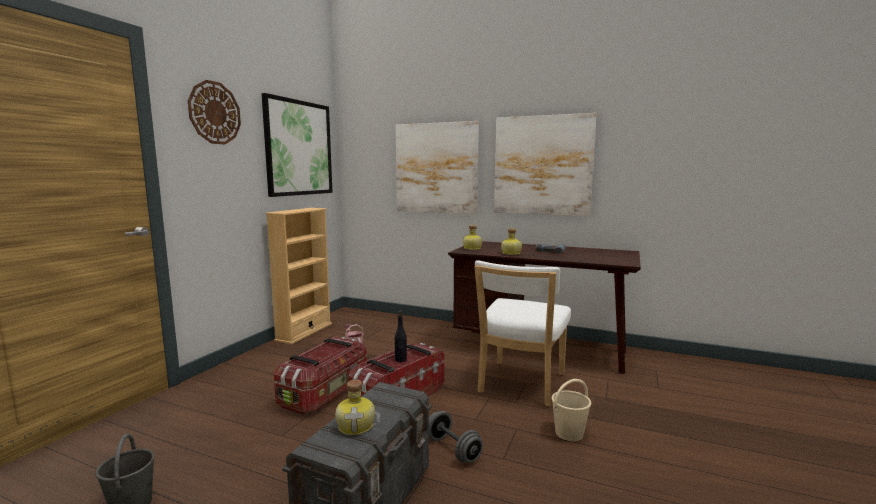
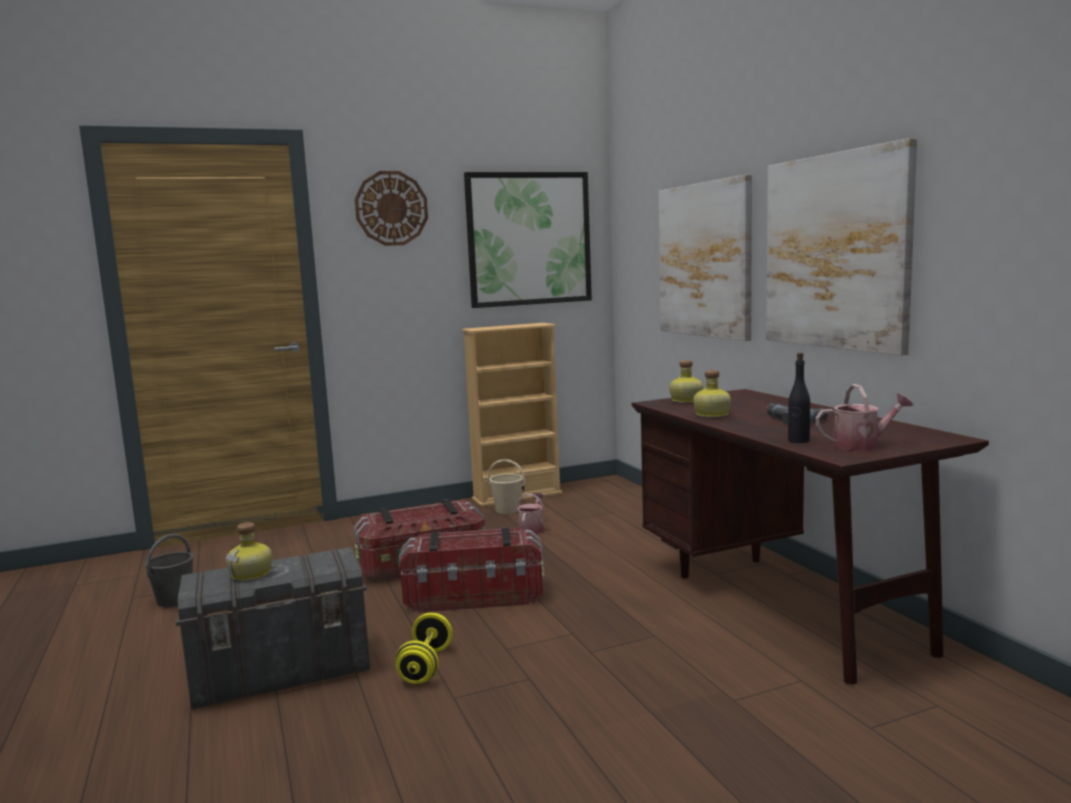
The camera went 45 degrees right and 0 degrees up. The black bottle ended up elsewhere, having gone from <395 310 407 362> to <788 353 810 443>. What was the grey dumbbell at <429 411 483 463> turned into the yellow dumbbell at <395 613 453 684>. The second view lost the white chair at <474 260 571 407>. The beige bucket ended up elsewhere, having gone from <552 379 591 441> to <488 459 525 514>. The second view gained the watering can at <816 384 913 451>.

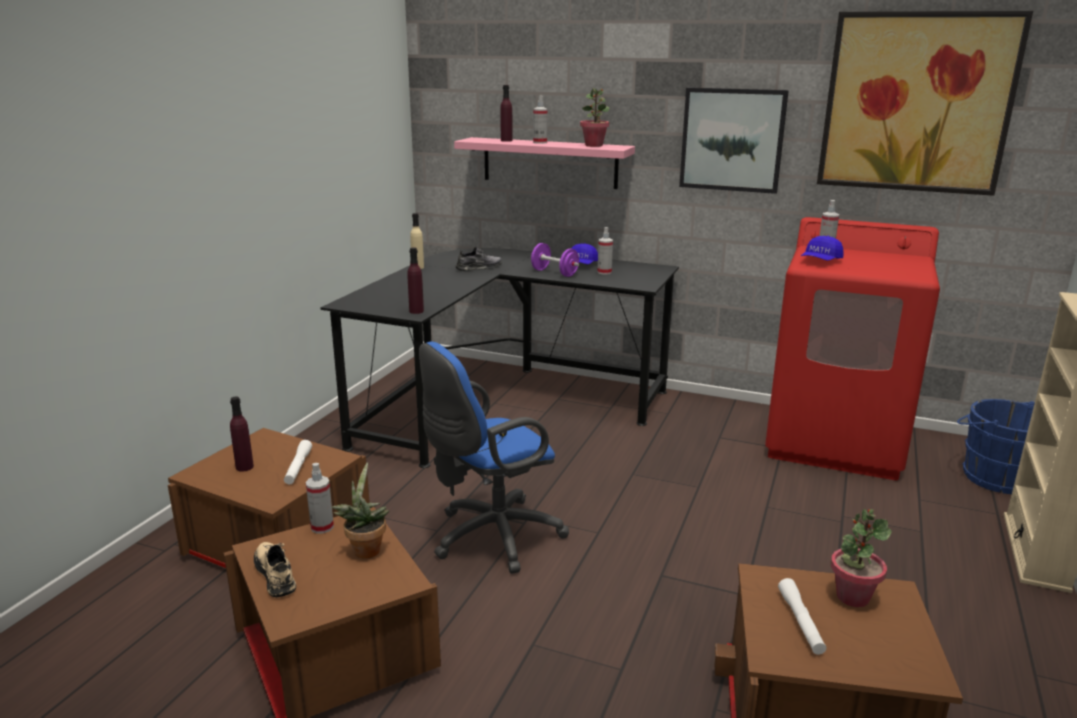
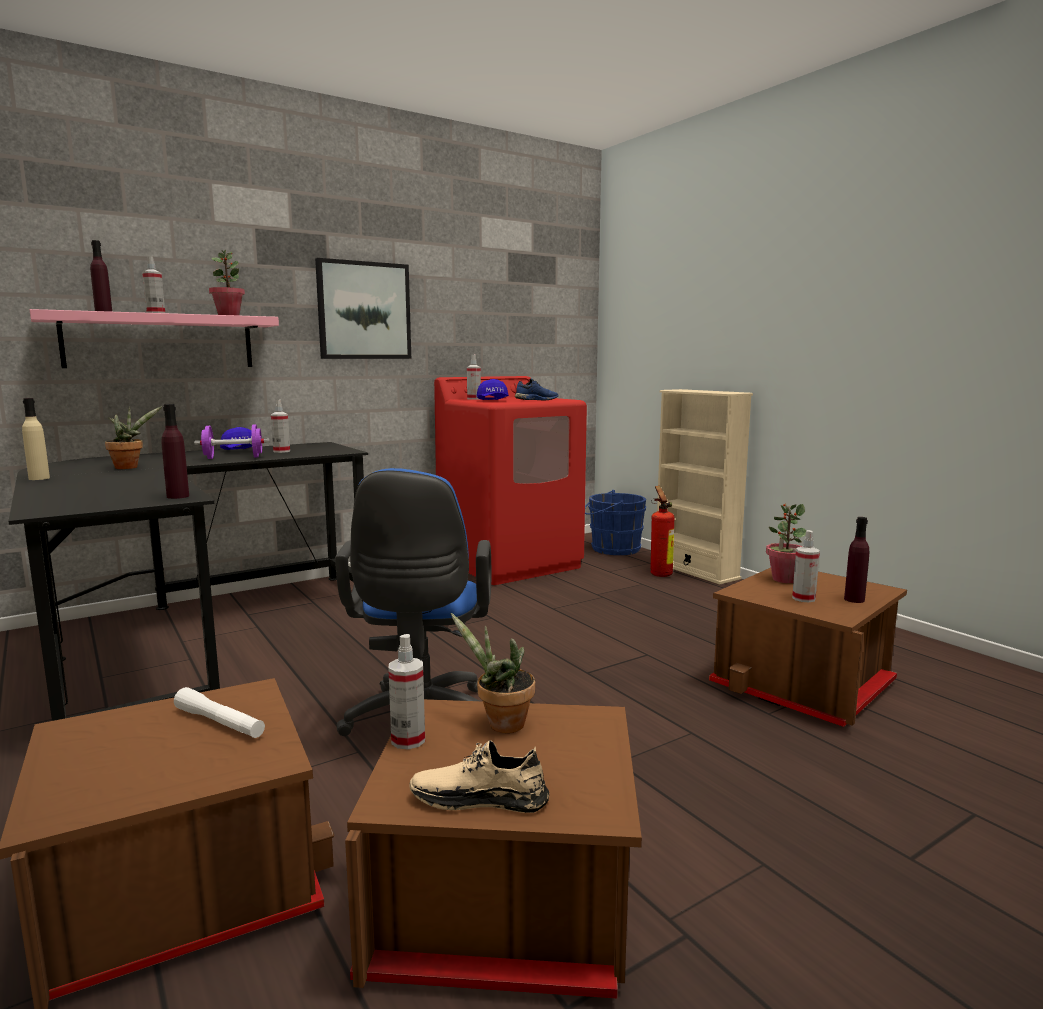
The camera went 55 degrees left and 10 degrees down. The purple bottle ended up elsewhere, having gone from <230 396 254 472> to <844 517 869 603>. Where the grey shoe stood at <456 247 502 271>, the potted plant came to stand at <105 406 162 469>. Where the white flashlight stood at <778 578 826 655>, the spray bottle came to stand at <792 530 820 602>. The second view lost the picture at <817 11 1033 196>. The second view gained the blue shoe at <515 379 559 400>. The second view gained the fire extinguisher at <651 486 674 577>.

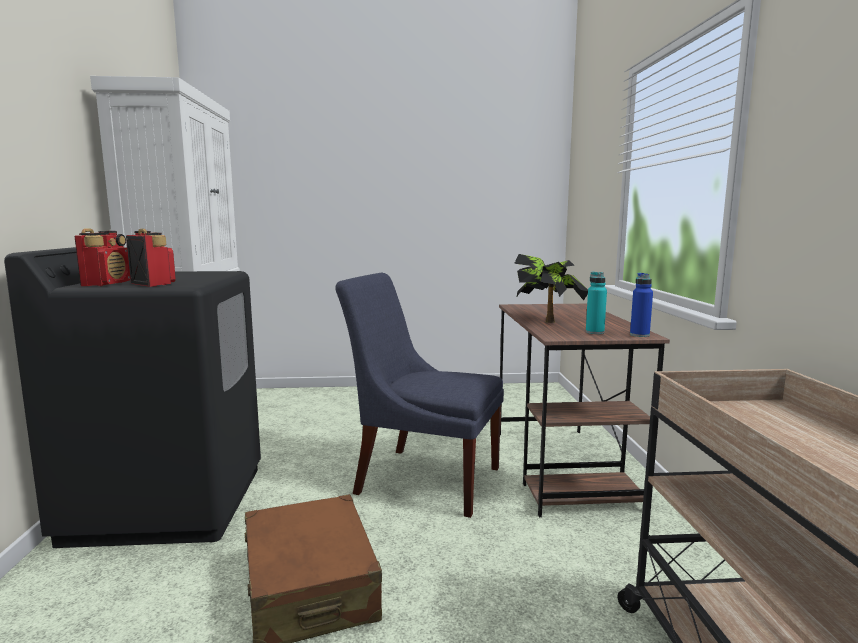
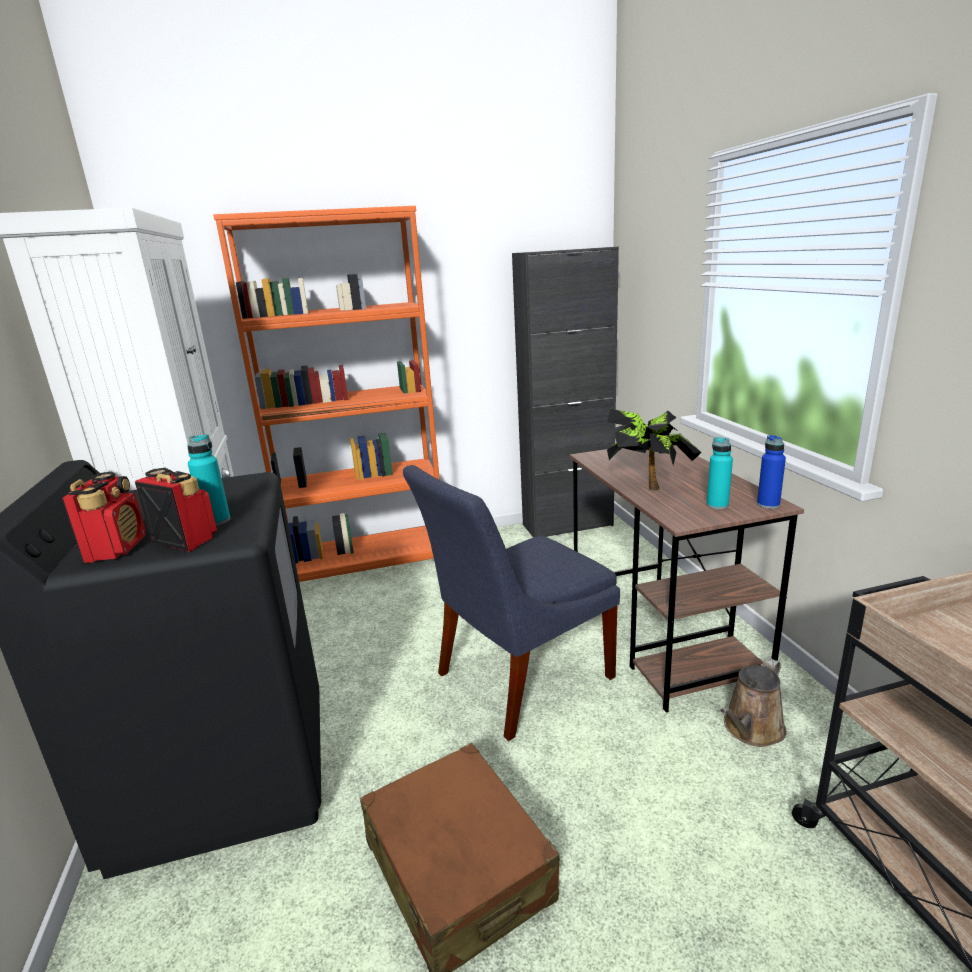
The camera went 10 degrees left and 10 degrees up. The blue chair at <335 273 504 518> ended up facing another way, 45 degrees counterclockwise from before. The second view gained the turquoise bottle at <187 434 230 526>. The second view gained the orange bookcase at <213 206 440 582>. The second view gained the black cabinet at <512 247 619 538>. The second view gained the brown watering can at <720 658 787 747>.

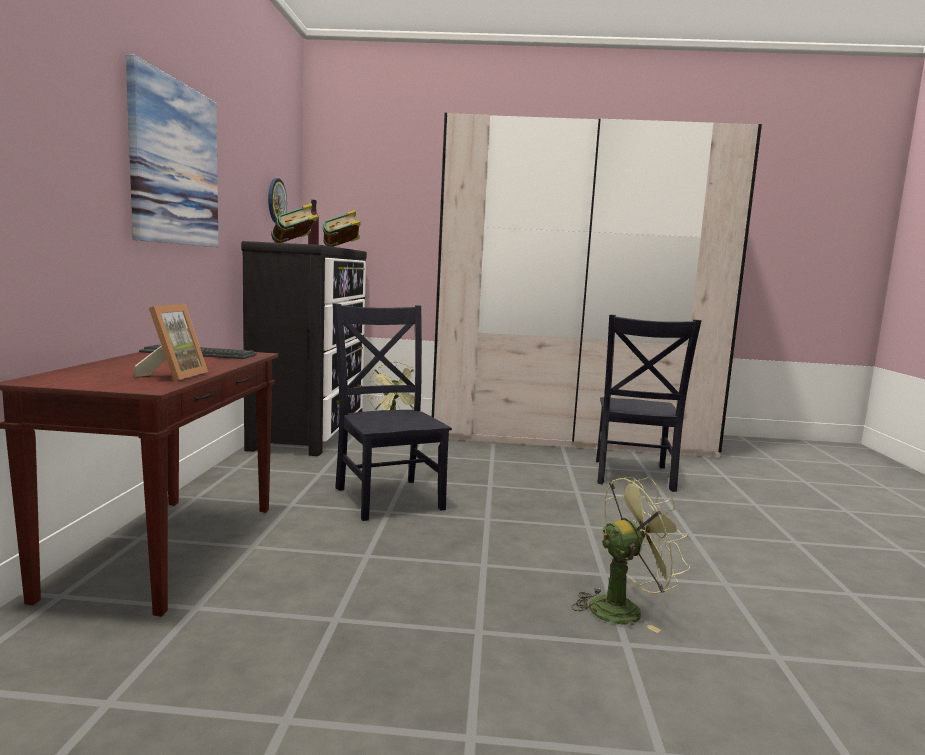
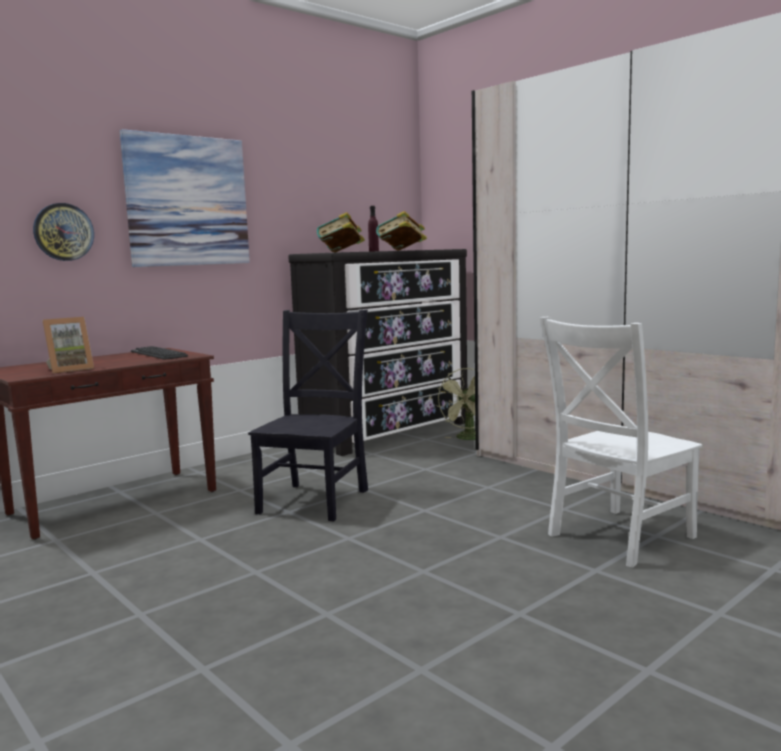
The camera went 45 degrees right and 0 degrees up. The wall clock ended up elsewhere, having gone from <268 178 287 223> to <33 203 94 261>. The second view lost the green fan at <572 477 690 633>. What was the black chair at <596 315 702 492> turned into the white chair at <539 317 703 568>.

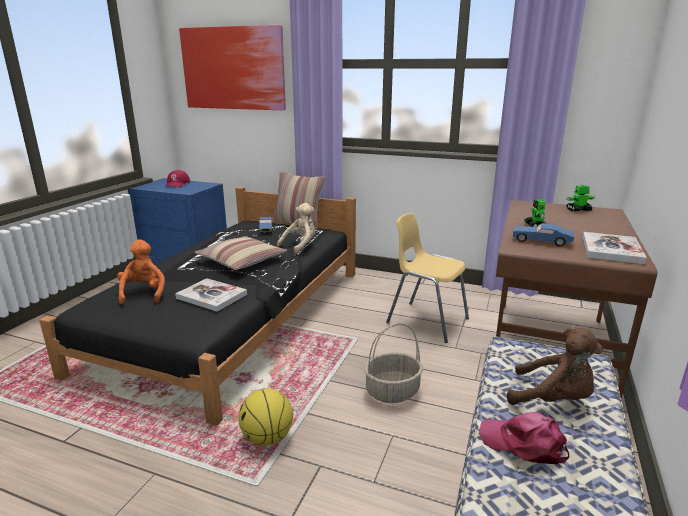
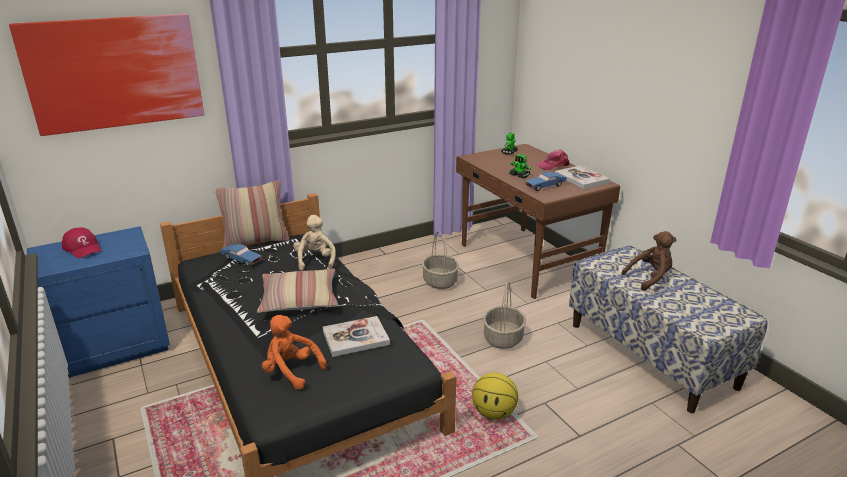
The camera went 50 degrees left and 5 degrees up. Where the yellow chair stood at <386 213 469 343>, the basket came to stand at <422 231 459 289>. The pink cap ended up elsewhere, having gone from <479 412 569 464> to <536 150 569 170>.

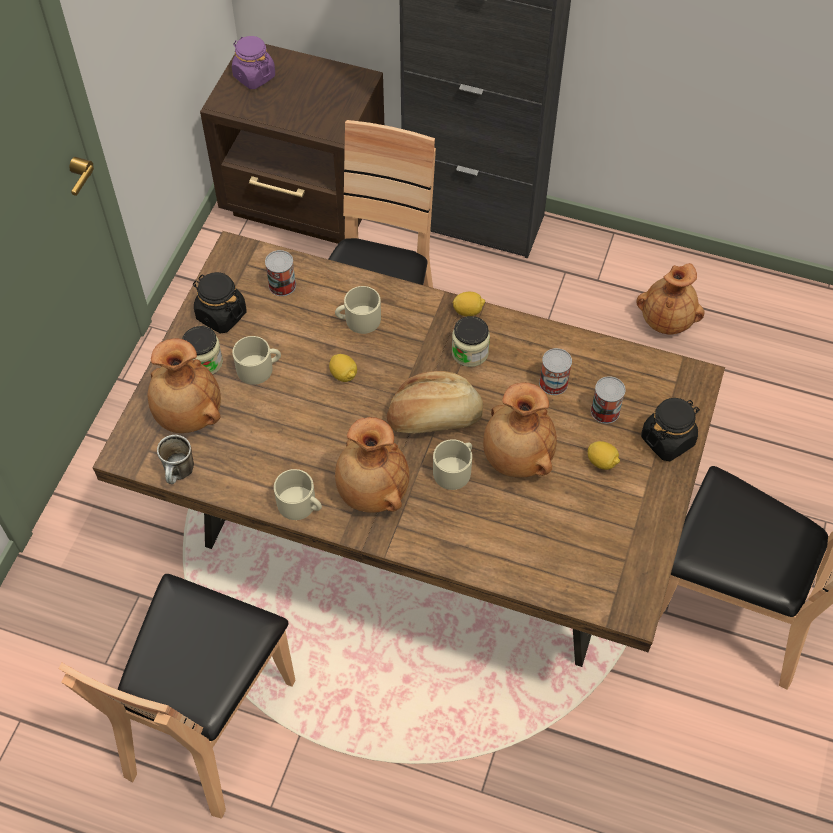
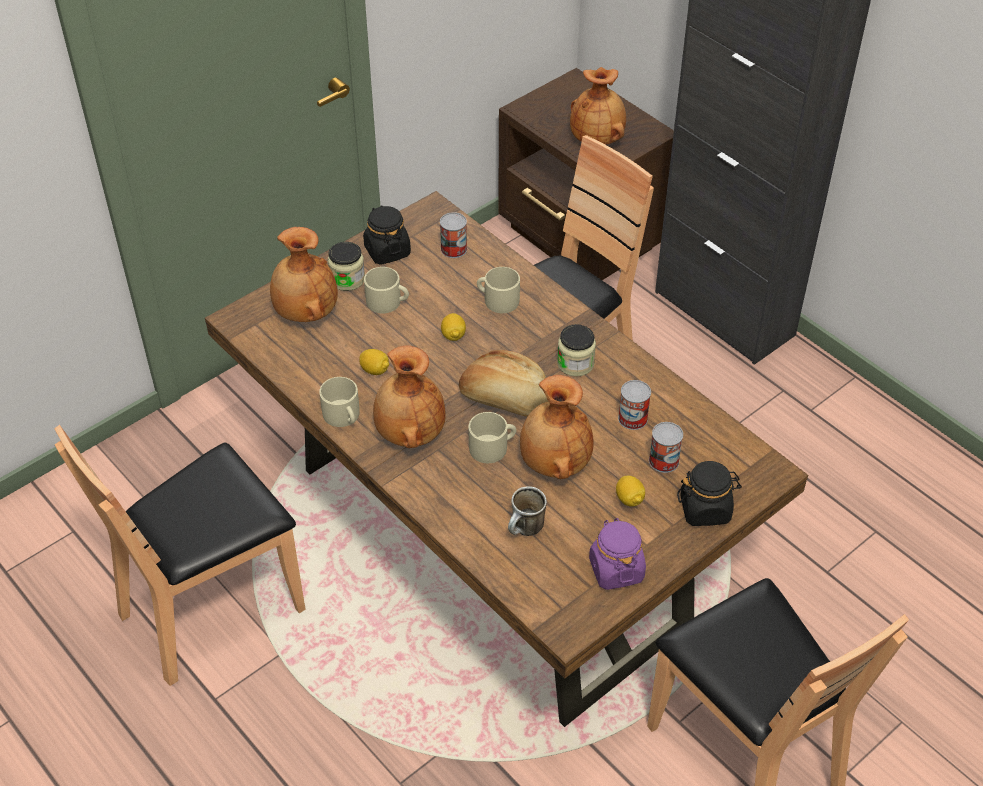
The camera went 30 degrees right and 10 degrees down. The mug ended up elsewhere, having gone from <157 435 194 484> to <508 486 547 536>. The purple jar ended up elsewhere, having gone from <232 36 275 89> to <589 518 646 590>. The lemon ended up elsewhere, having gone from <453 292 485 316> to <359 349 389 375>. The brown vase ended up elsewhere, having gone from <636 263 705 335> to <570 67 626 145>.

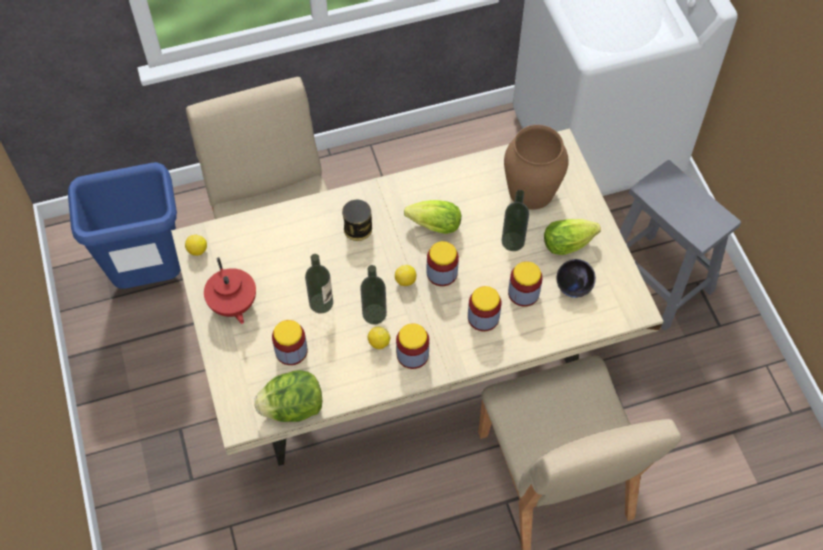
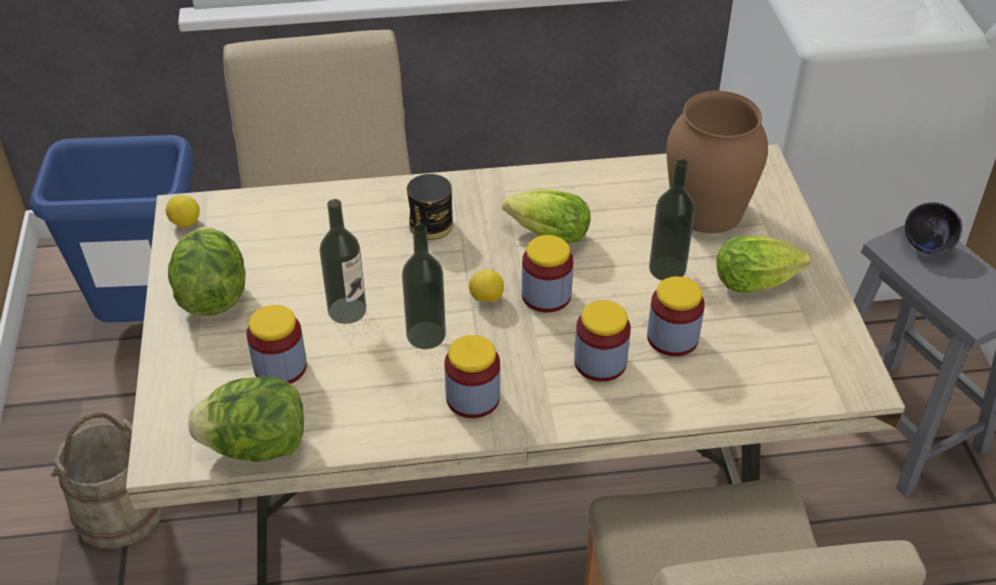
The camera went 10 degrees right and 15 degrees down. Where the red teapot stood at <204 257 256 324>, the lettuce came to stand at <168 227 246 316>. The second view lost the lemon at <368 327 390 349>. The black bowl ended up elsewhere, having gone from <556 259 596 298> to <905 202 963 254>. The second view gained the beige bucket at <50 412 164 549>.

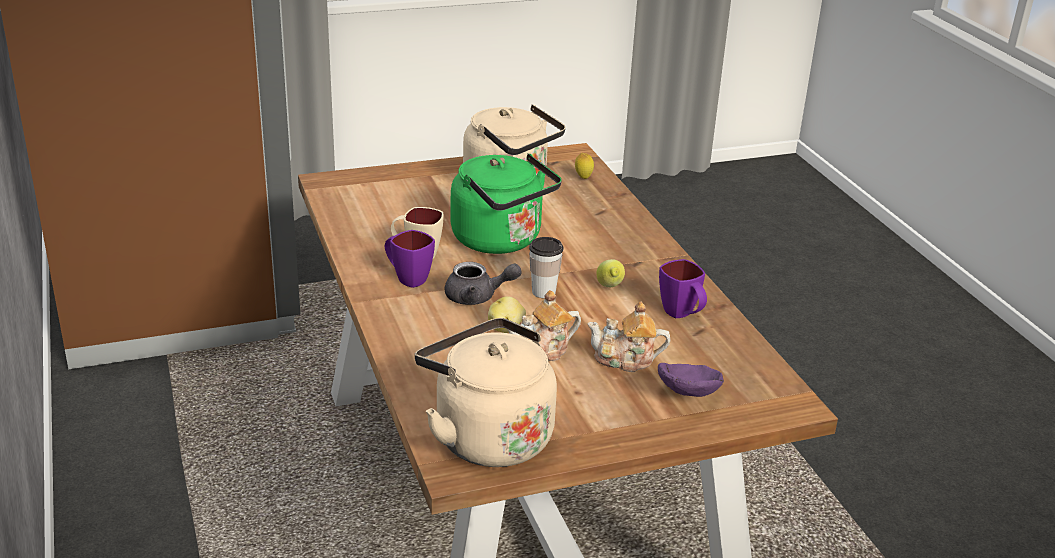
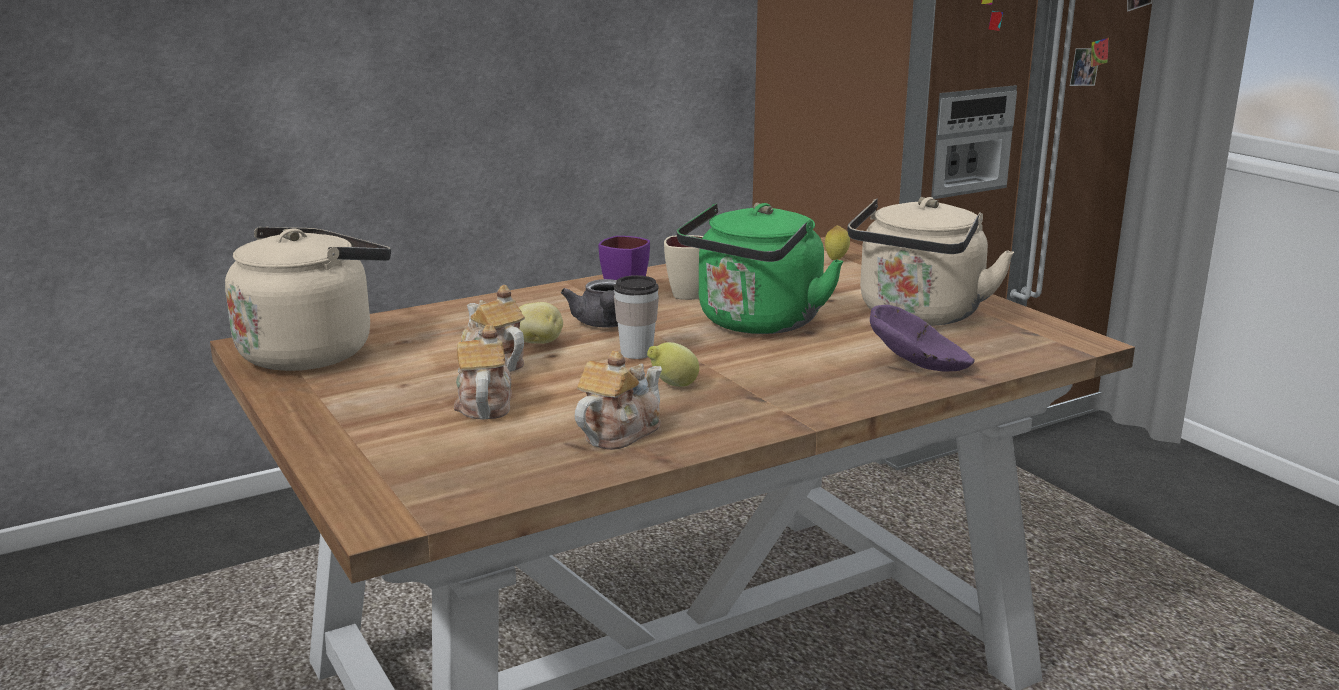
The camera went 80 degrees right and 10 degrees down. The lemon ended up elsewhere, having gone from <575 153 594 179> to <825 225 850 260>. The purple bowl ended up elsewhere, having gone from <658 363 724 397> to <870 305 975 371>. Where the purple mug stood at <659 259 707 318>, the teapot came to stand at <575 351 662 450>.

